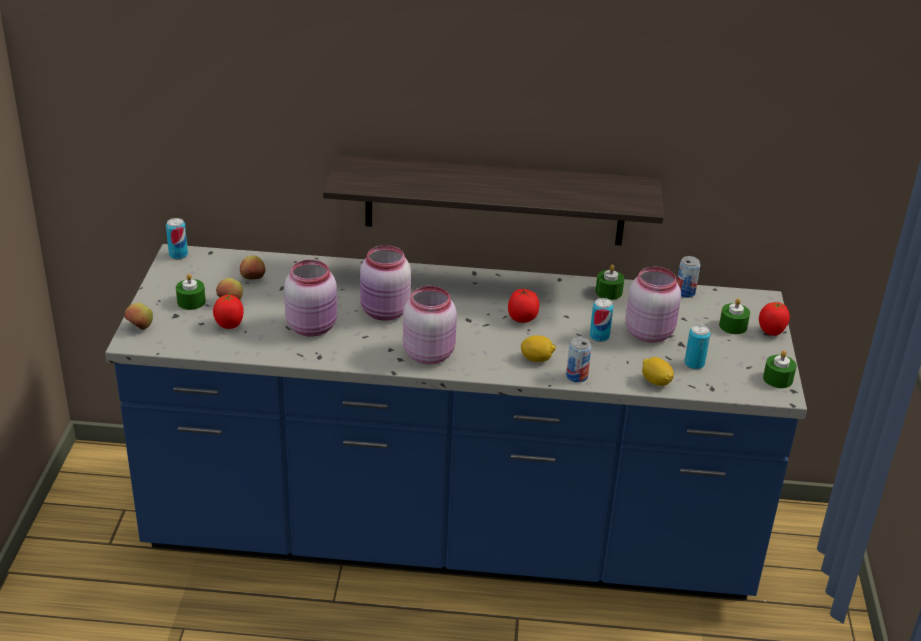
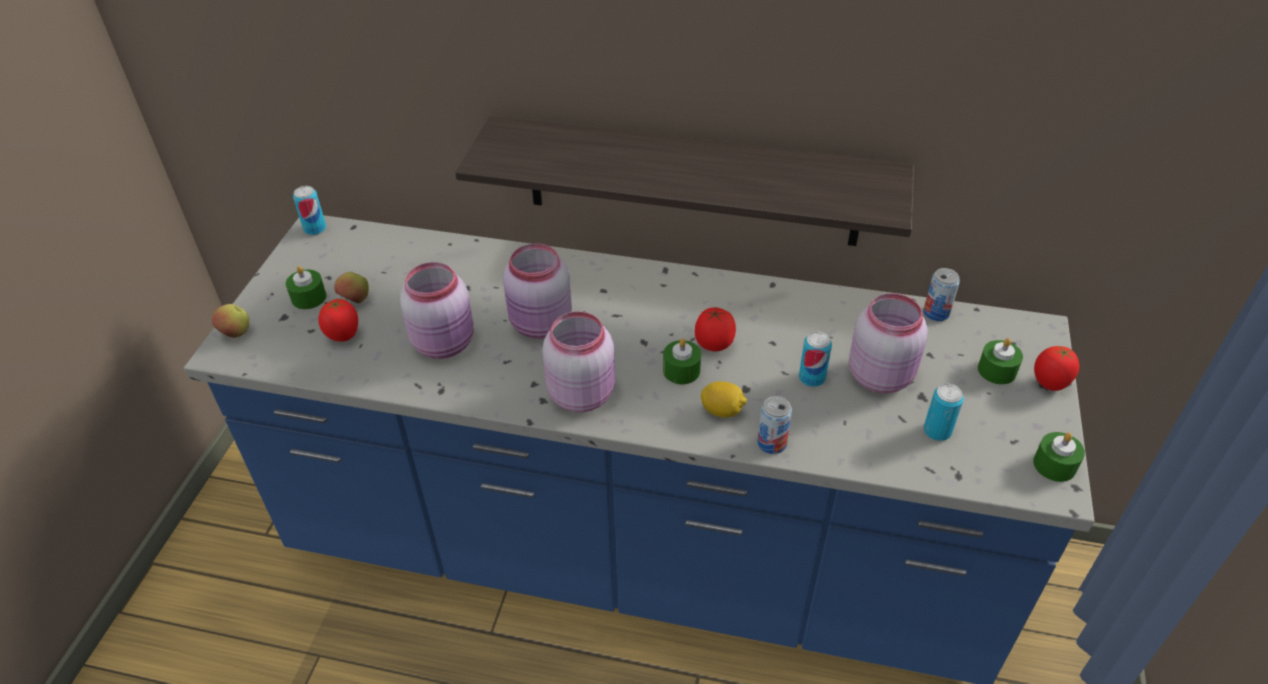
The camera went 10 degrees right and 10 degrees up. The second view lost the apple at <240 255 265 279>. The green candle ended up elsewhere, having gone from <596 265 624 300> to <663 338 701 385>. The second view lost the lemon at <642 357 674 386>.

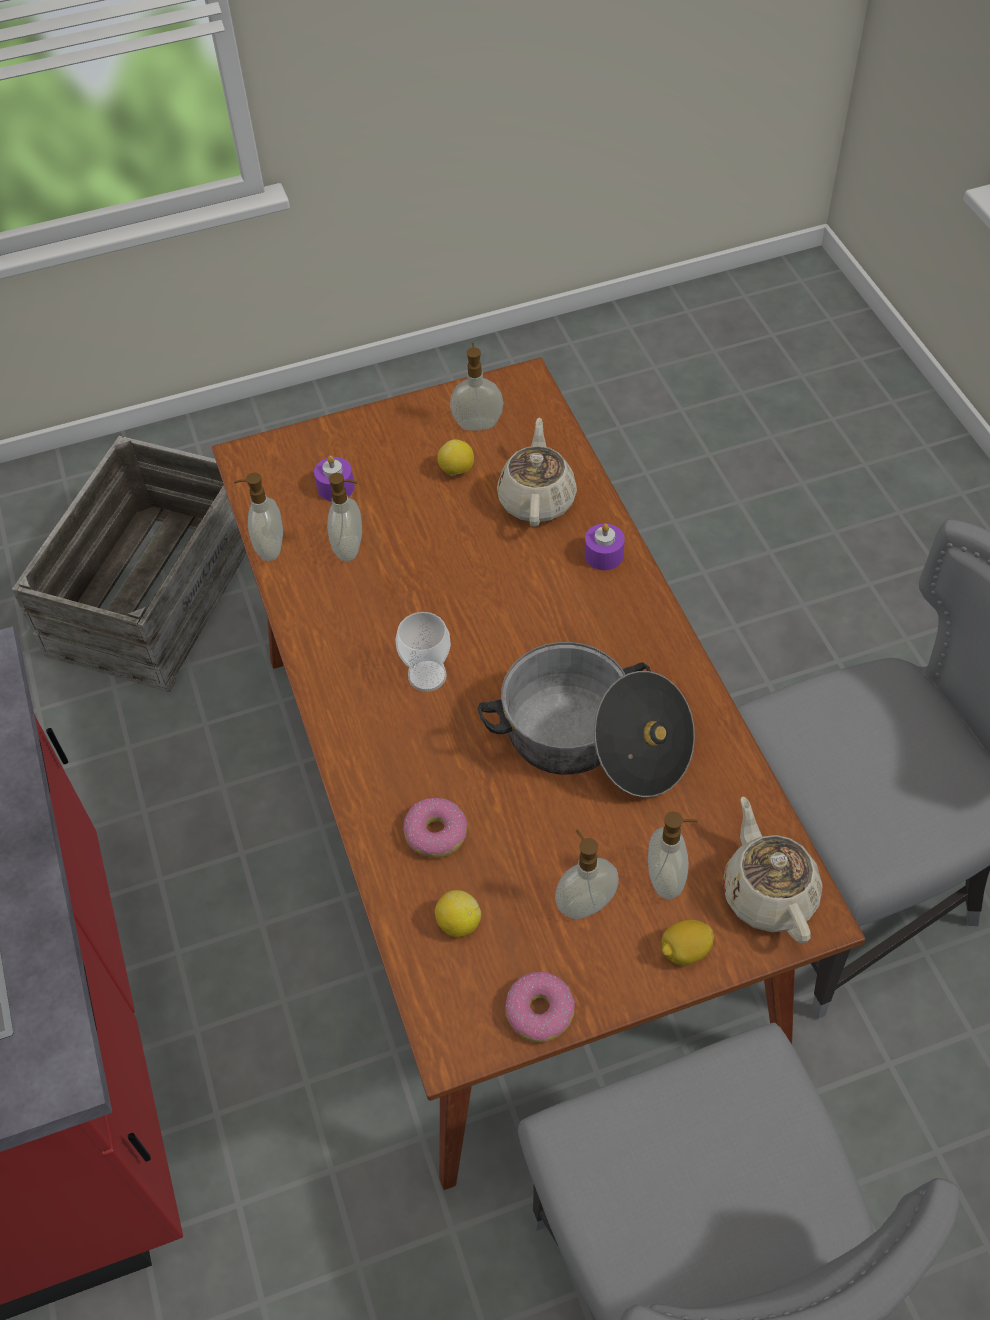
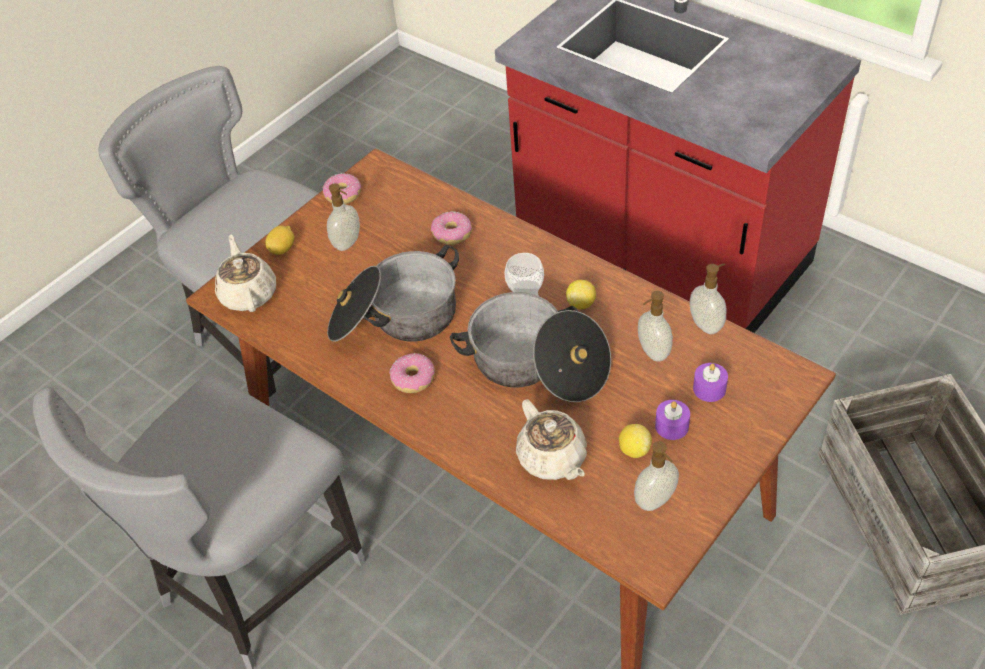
The camera went 150 degrees right and 5 degrees down. The lemon ended up elsewhere, having gone from <435 890 481 937> to <566 280 596 309>. The purple candle ended up elsewhere, having gone from <585 523 625 570> to <655 400 690 440>. The second view lost the soap dispenser at <648 812 698 899>. The beige teapot at <722 796 822 943> ended up facing another way, 150 degrees counterclockwise from before. The second view gained the donut at <389 353 435 393>. The second view gained the cooking pot at <450 292 611 402>.

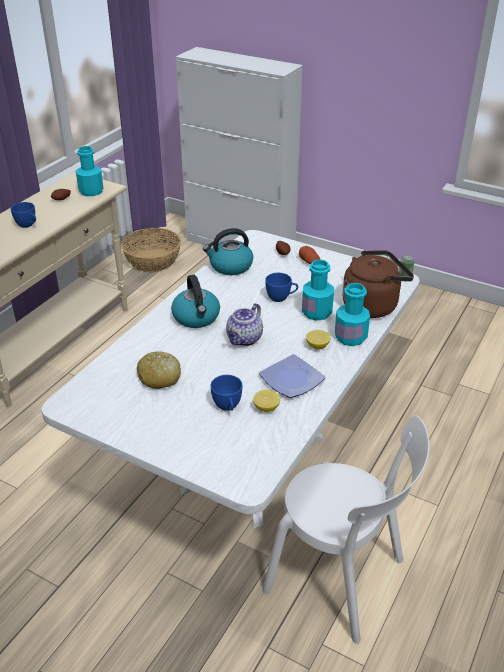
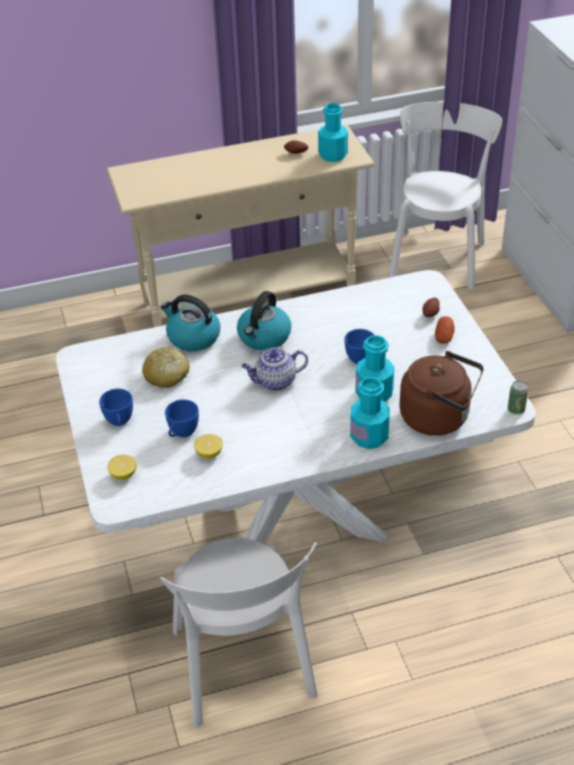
The camera went 45 degrees right and 5 degrees up. The blue cup ended up elsewhere, having gone from <11 202 36 228> to <99 389 133 426>. Where the basket stood at <121 228 181 272>, the white chair came to stand at <388 102 502 290>. The kettle ended up elsewhere, having gone from <203 228 253 275> to <161 294 221 351>. The second view lost the plate at <259 354 325 398>. The lemon ended up elsewhere, having gone from <306 330 331 349> to <107 455 137 480>.

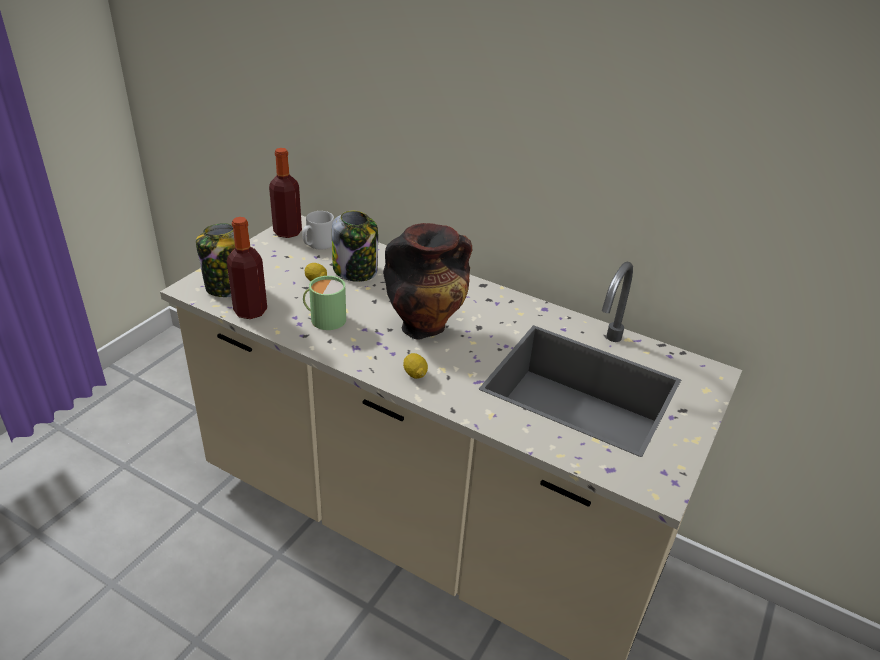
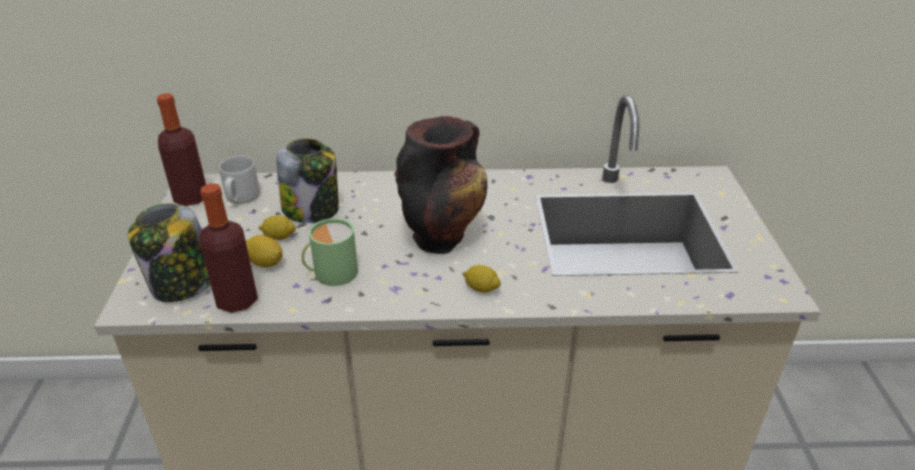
The camera went 30 degrees left and 0 degrees up. The second view gained the lemon at <246 235 283 268>.

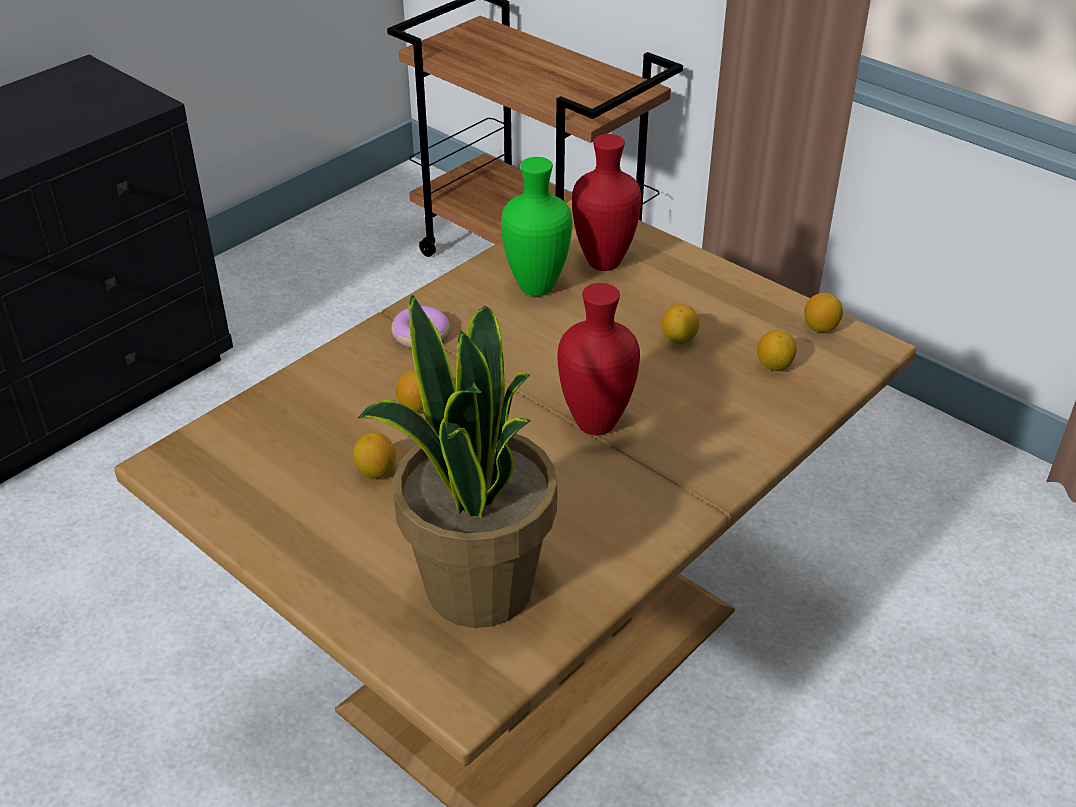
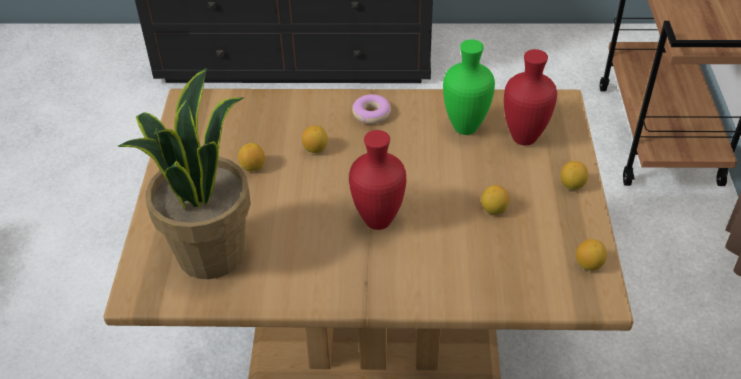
The camera went 50 degrees right and 5 degrees up. The lemon ended up elsewhere, having gone from <757 330 797 371> to <561 161 588 190>.

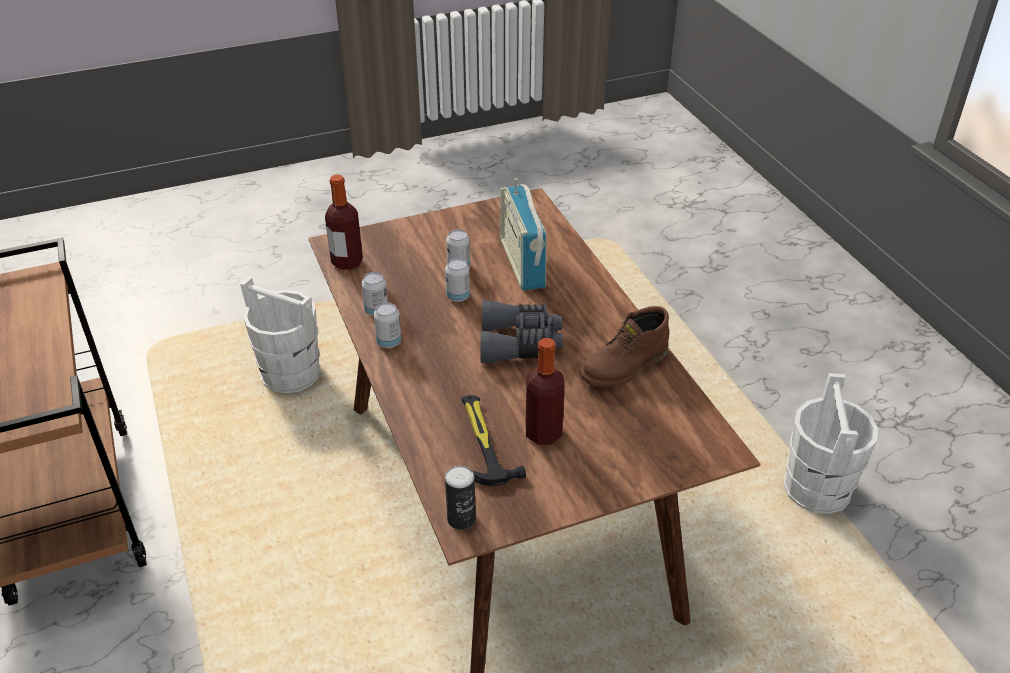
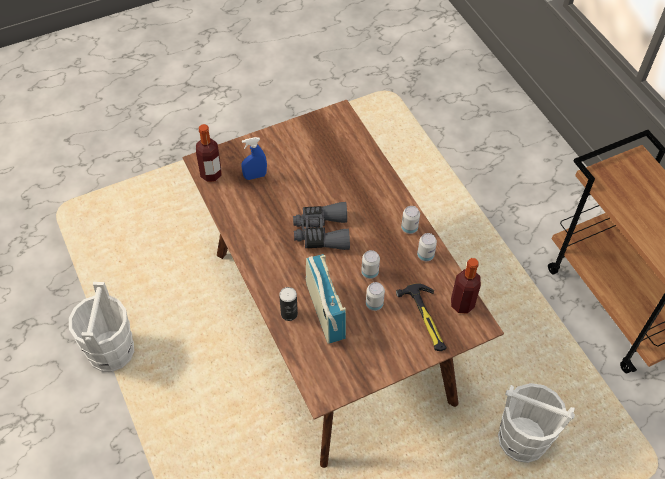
The camera went 175 degrees right and 15 degrees up. The can ended up elsewhere, having gone from <445 466 476 530> to <279 287 298 321>. The hammer ended up elsewhere, having gone from <462 395 526 486> to <396 284 447 351>. The bottle ended up elsewhere, having gone from <526 338 565 445> to <196 124 222 182>. The second view lost the brown boot at <579 306 669 388>. The second view gained the blue spray bottle at <242 137 267 180>.

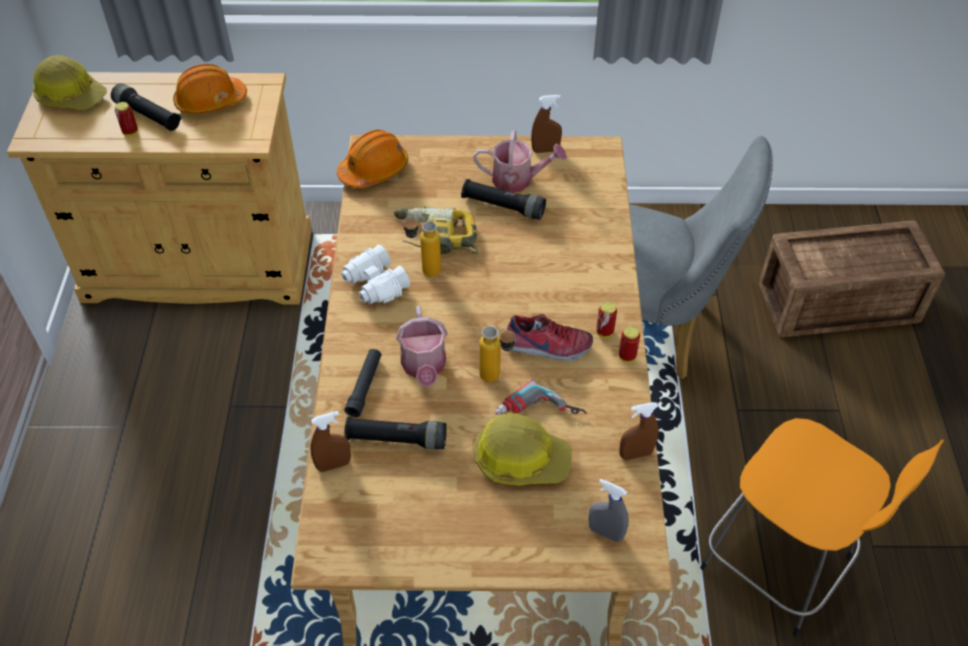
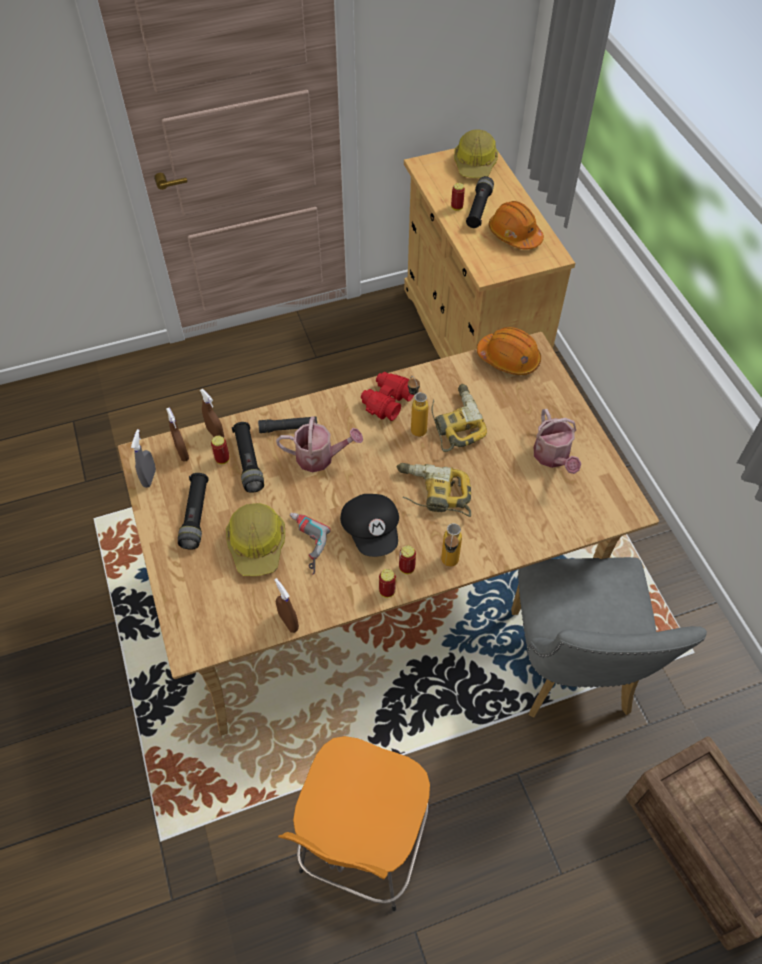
The camera went 70 degrees right and 5 degrees up. What was the white binoculars at <341 245 410 304> turned into the red binoculars at <361 372 414 421>. The watering can at <396 306 448 387> ended up facing another way, 150 degrees counterclockwise from before. The black flashlight ended up elsewhere, having gone from <461 179 546 220> to <178 473 209 550>. The bottle ended up elsewhere, having gone from <479 326 516 382> to <441 523 462 567>. Where the shoe stood at <507 314 593 361>, the black cap came to stand at <340 494 399 557>. The brown spray bottle ended up elsewhere, having gone from <531 95 562 153> to <166 407 189 462>. The grey spray bottle ended up elsewhere, having gone from <588 479 629 542> to <131 429 156 488>. The second view gained the can at <211 436 230 464>. The second view gained the power drill at <397 463 471 517>.

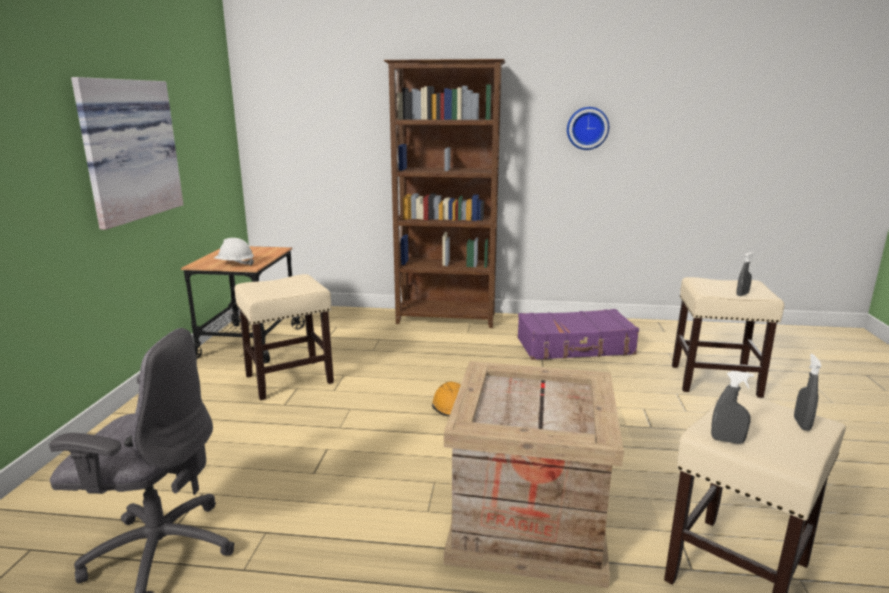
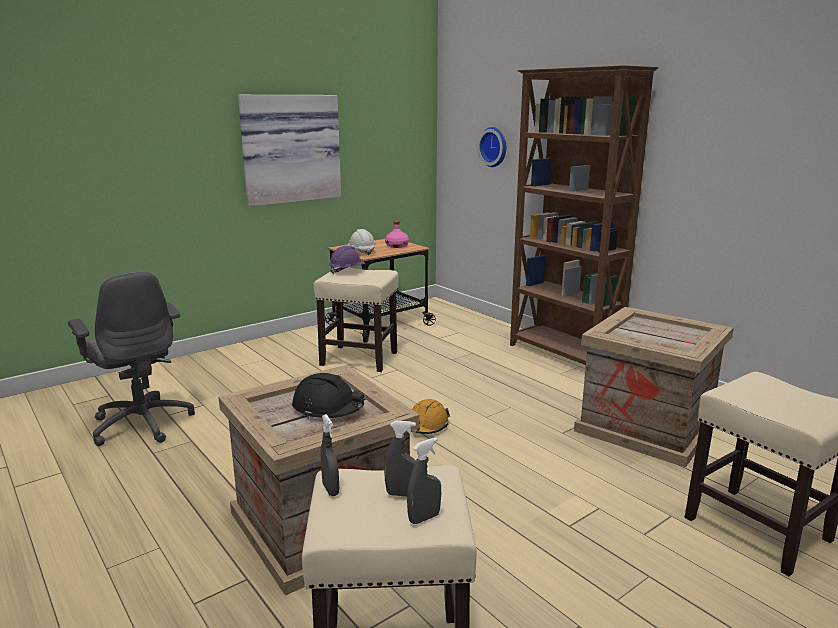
The camera went 45 degrees right and 0 degrees up. Where the purple suitcase stood at <517 309 639 360>, the crate came to stand at <574 307 734 467>. The wall clock ended up elsewhere, having gone from <567 107 609 150> to <477 127 506 167>. The grey spray bottle ended up elsewhere, having gone from <736 252 754 296> to <384 421 416 497>. The second view gained the black hard hat at <292 373 364 419>. The second view gained the purple hard hat at <329 246 365 274>. The second view gained the pink bottle at <385 220 409 248>.

